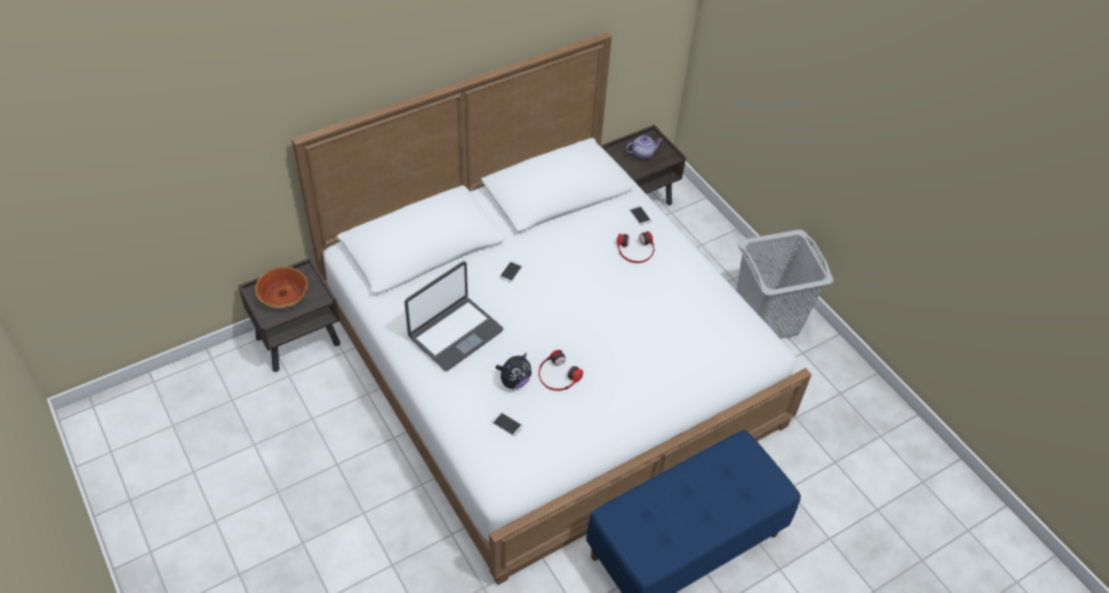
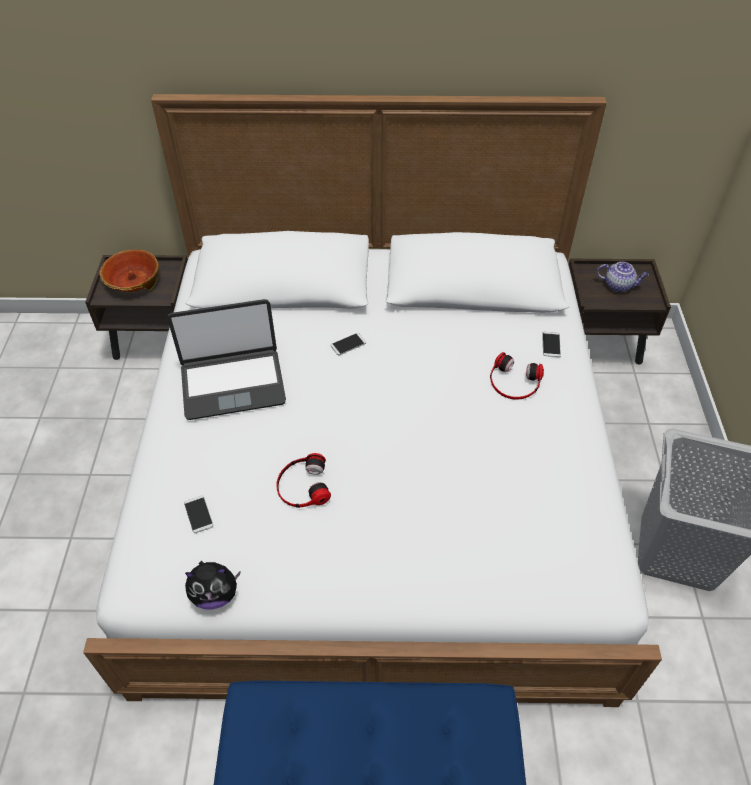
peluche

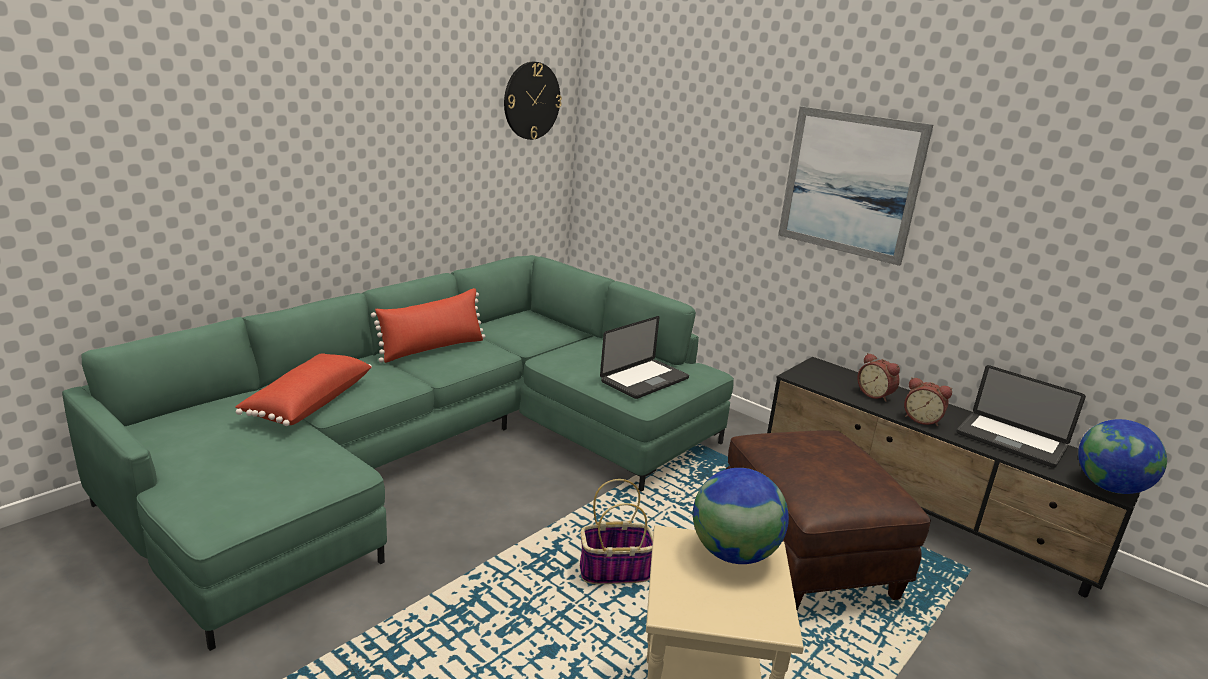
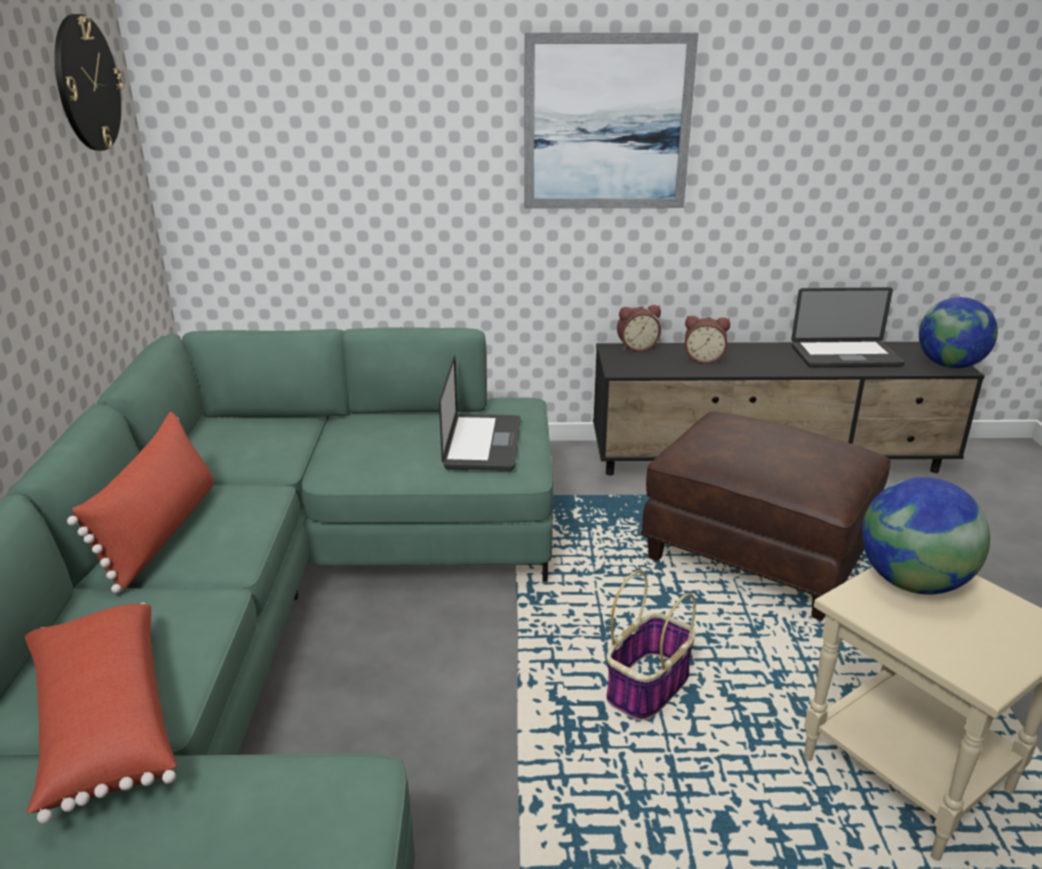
réveil (1st from left)

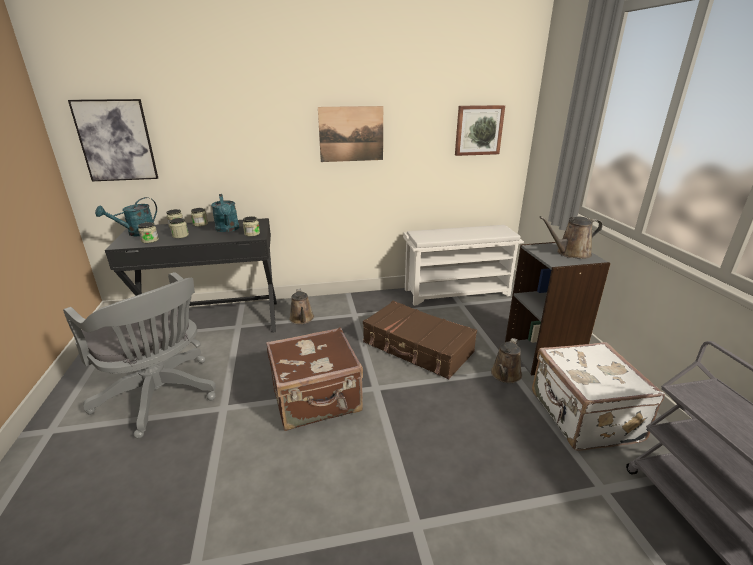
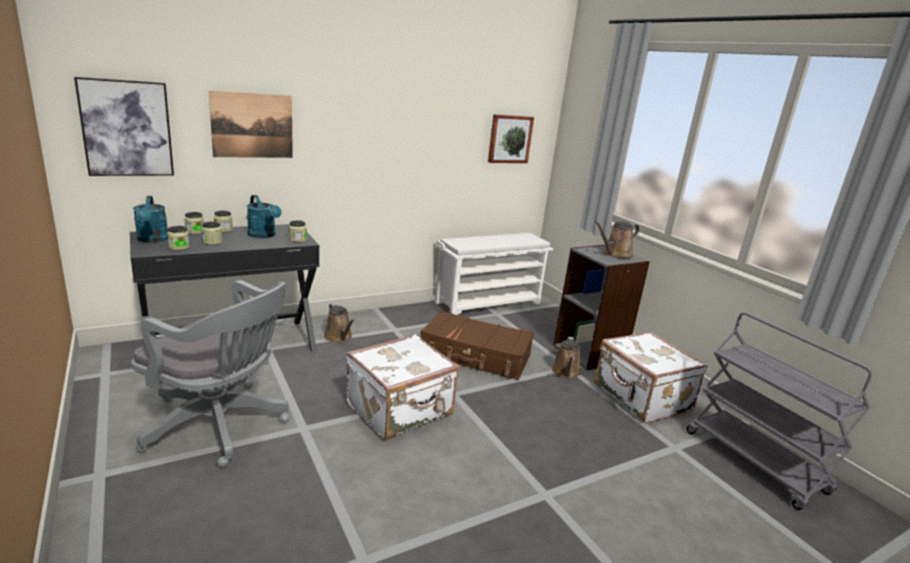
arrosoir/turquoise (1st from left)
valise/blanc (1st from left)
tableau (2nd from left)

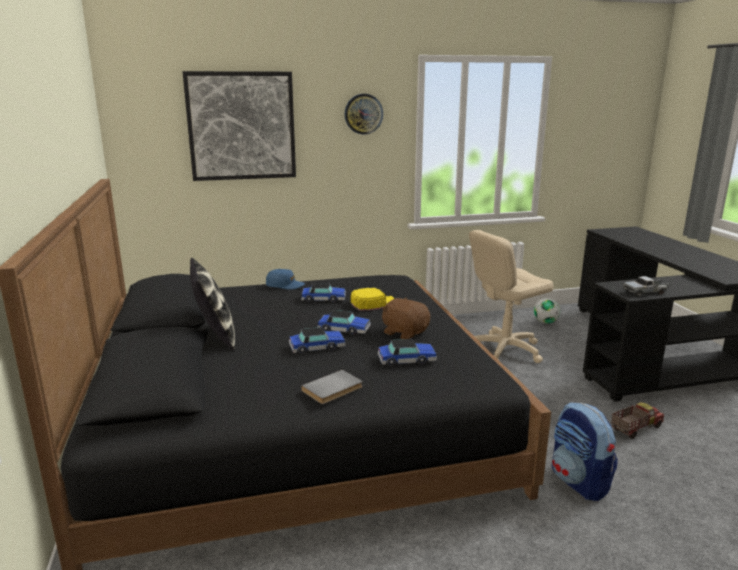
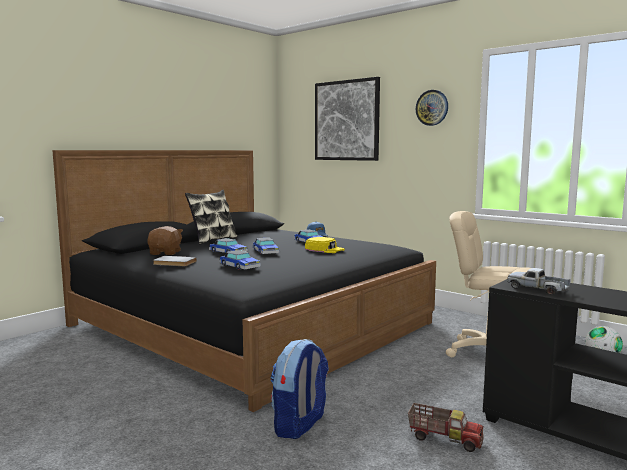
peluche/marron

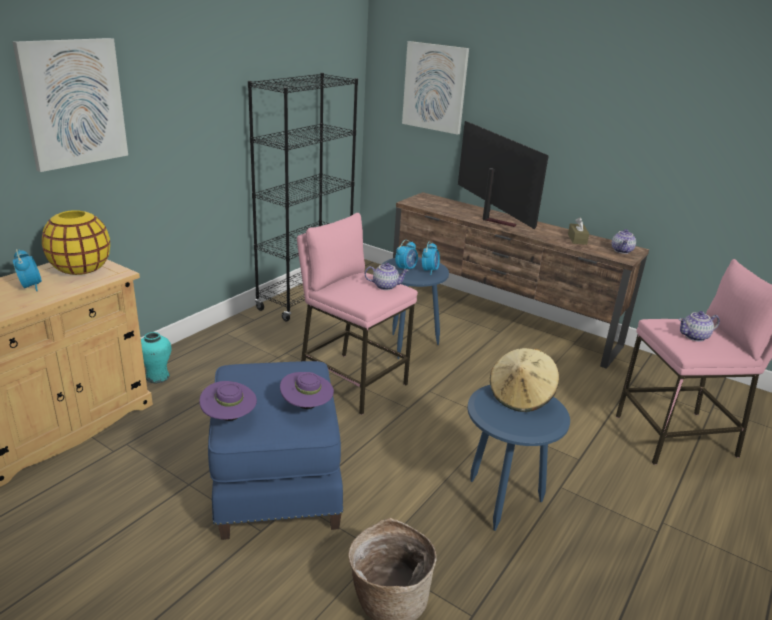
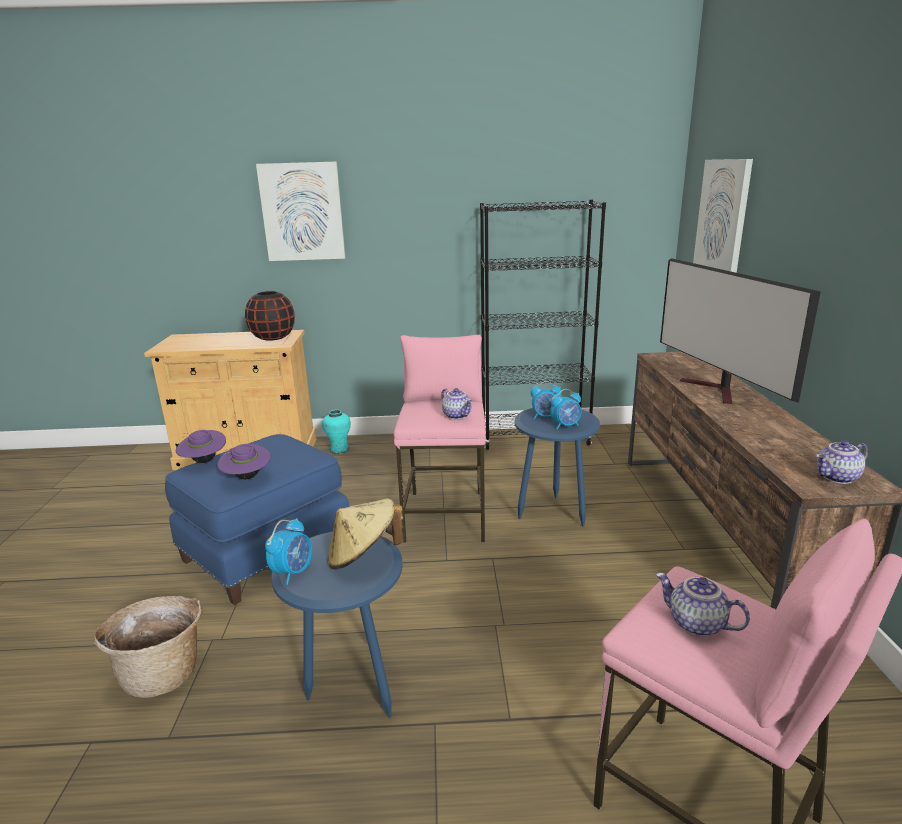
réveil (1st from left)
vase/noir
téléviseur
boîte à mouchoirs/marron

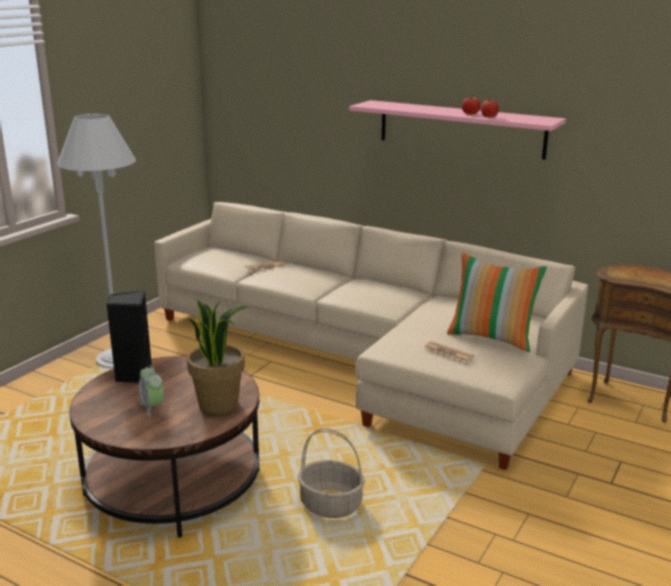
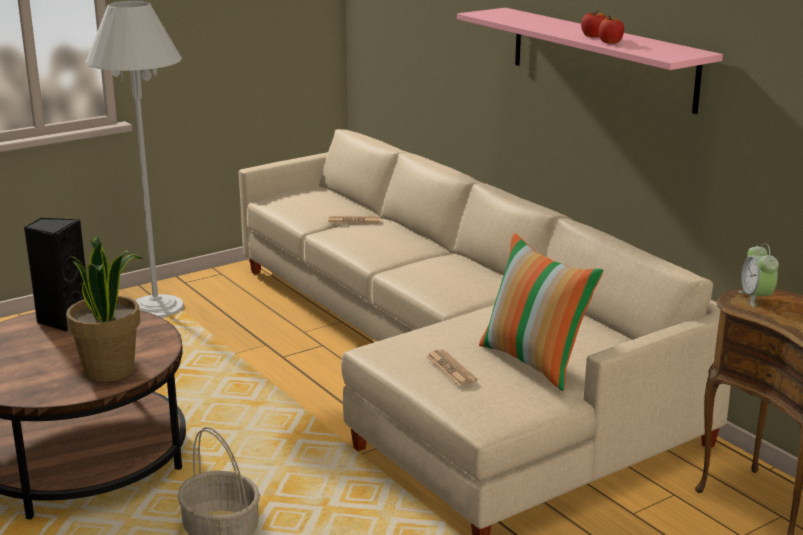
réveil

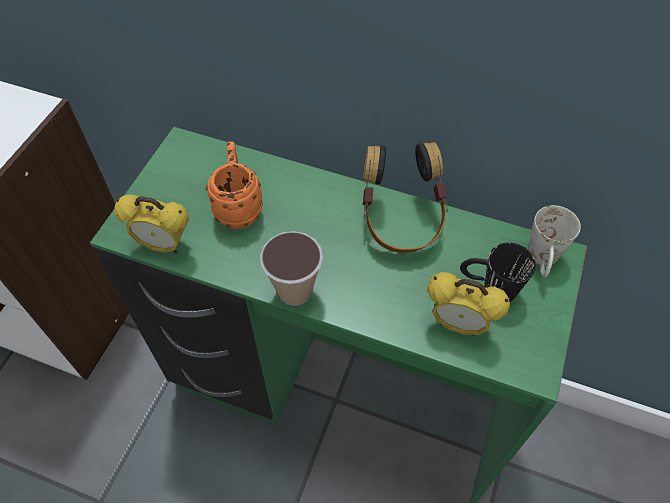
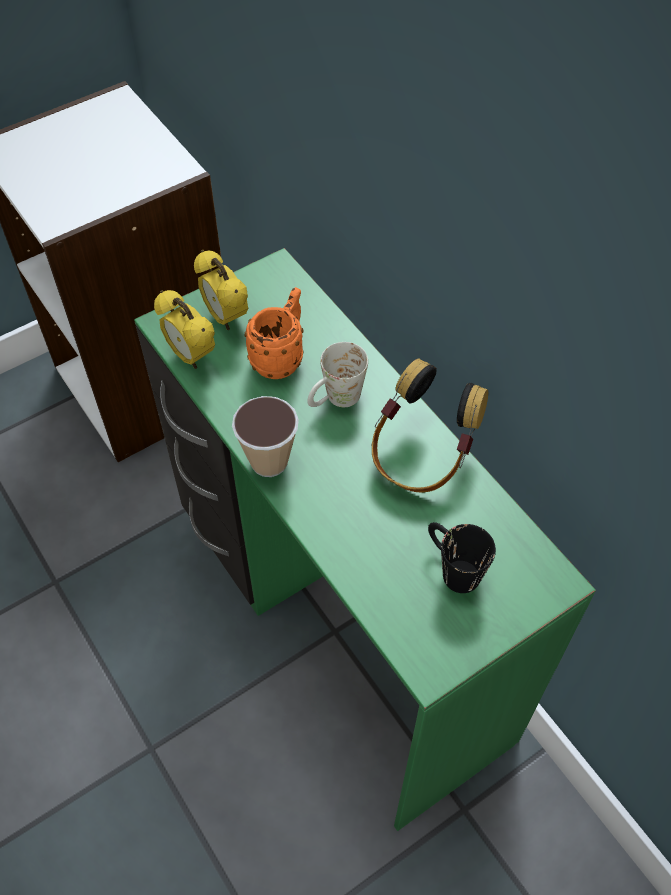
réveil (2nd from left)
mug/blanc

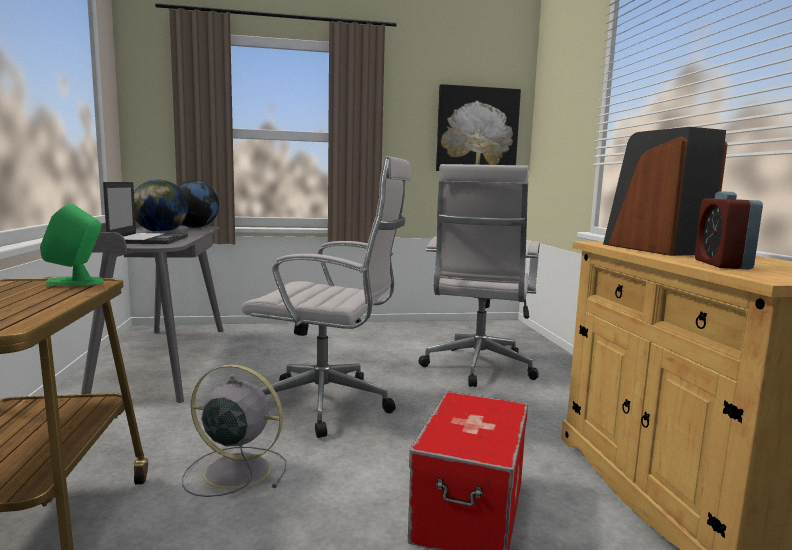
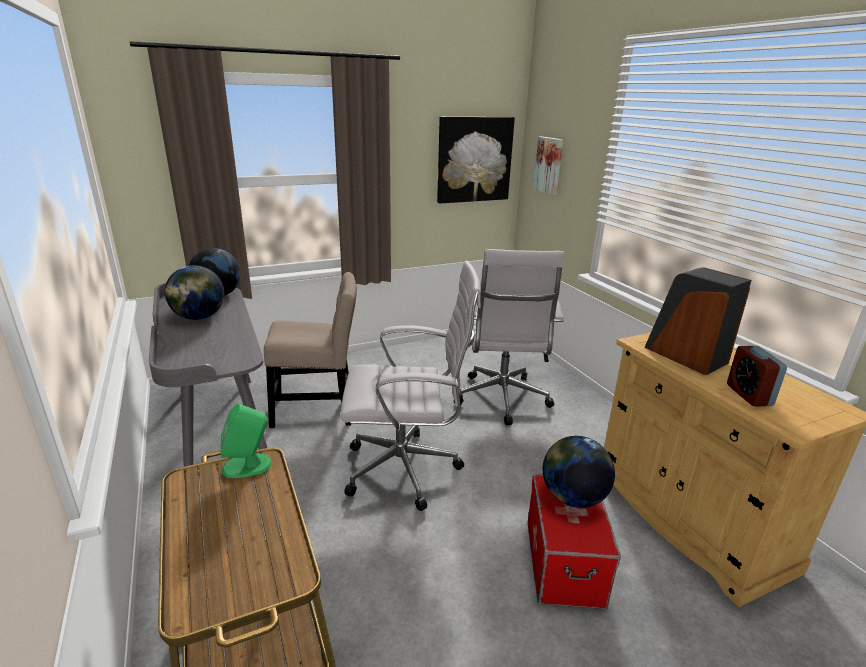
ordinateur portable
ventilateur/gris
chaise/beige
tableau (2nd from left)
globe (3rd from left)

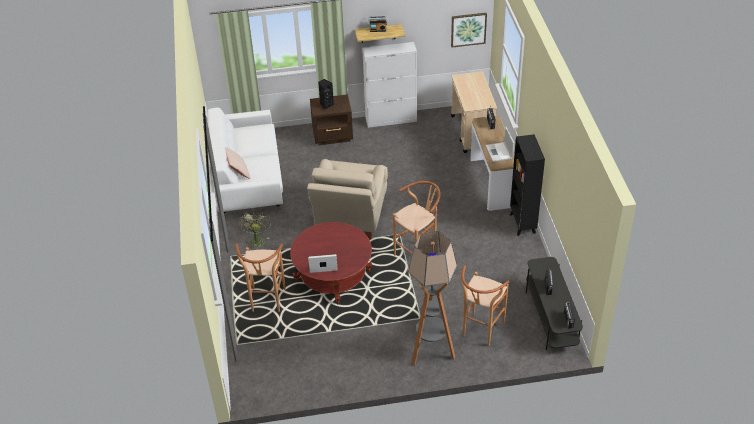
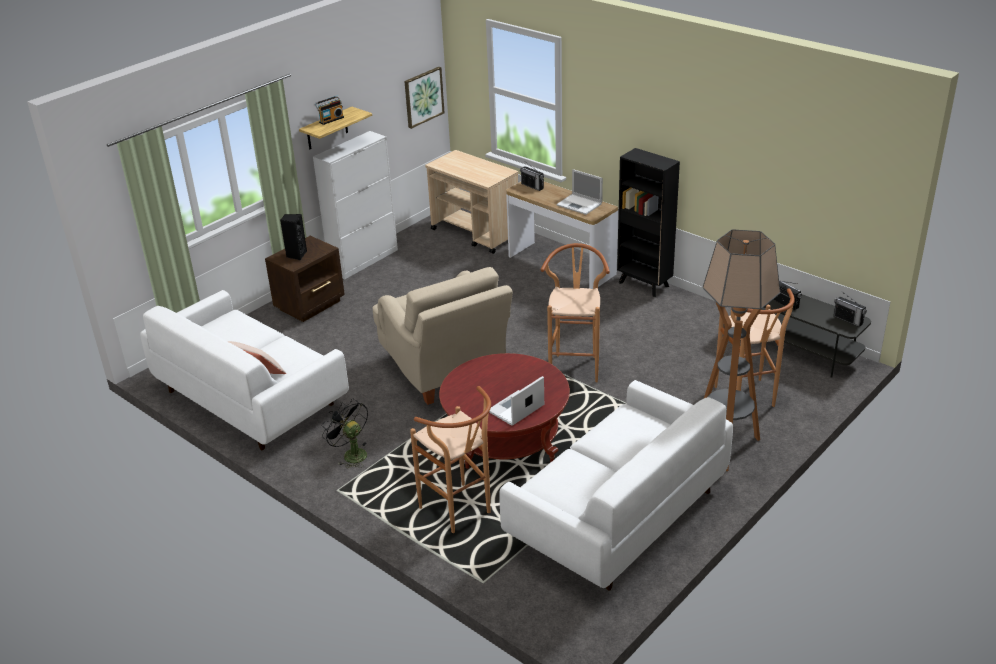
ventilateur/noir
canapé/blanc (2nd from left)

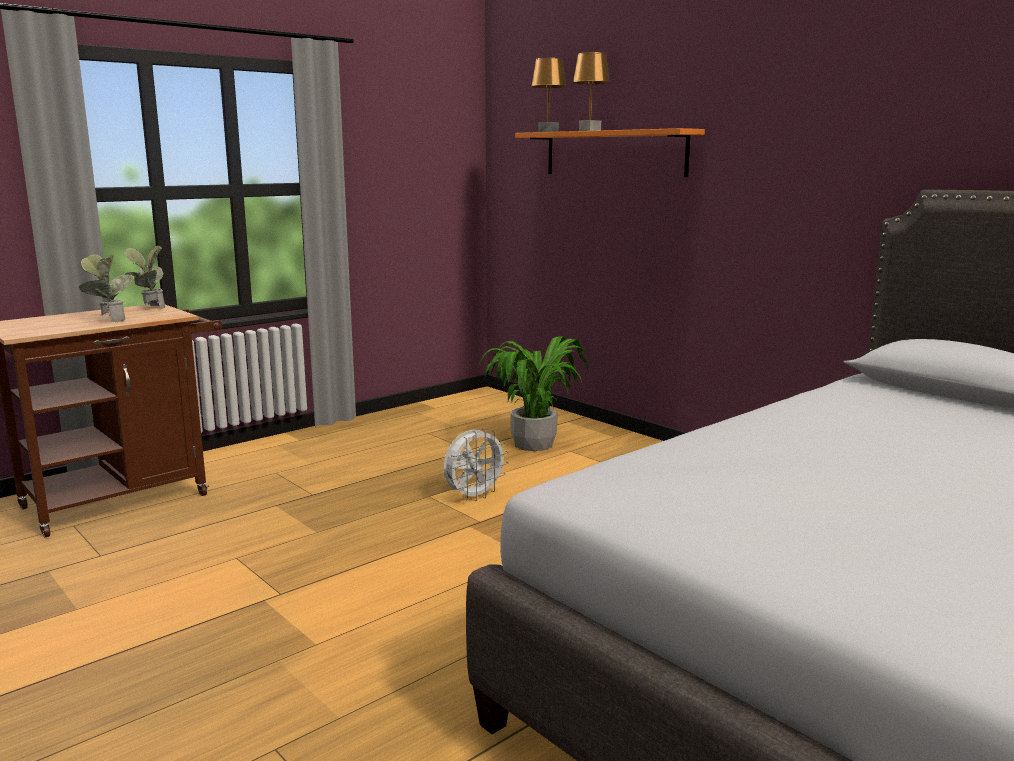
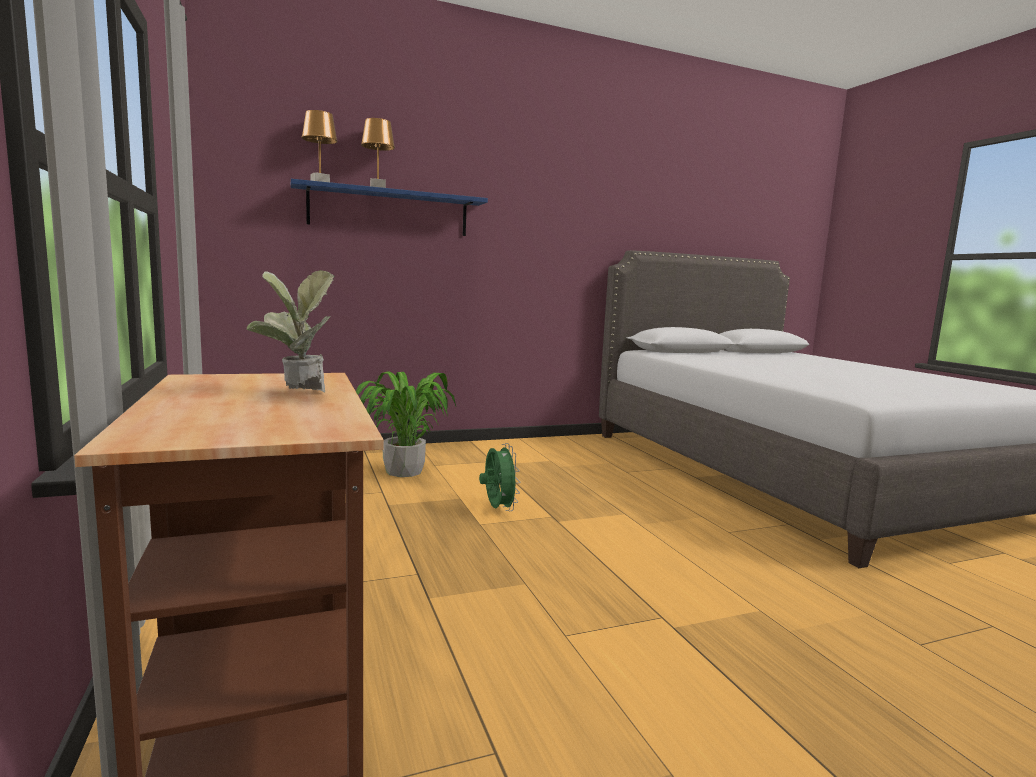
plante en pot (2nd from left in the first image)
ventilateur/vert
étagère/bleu

